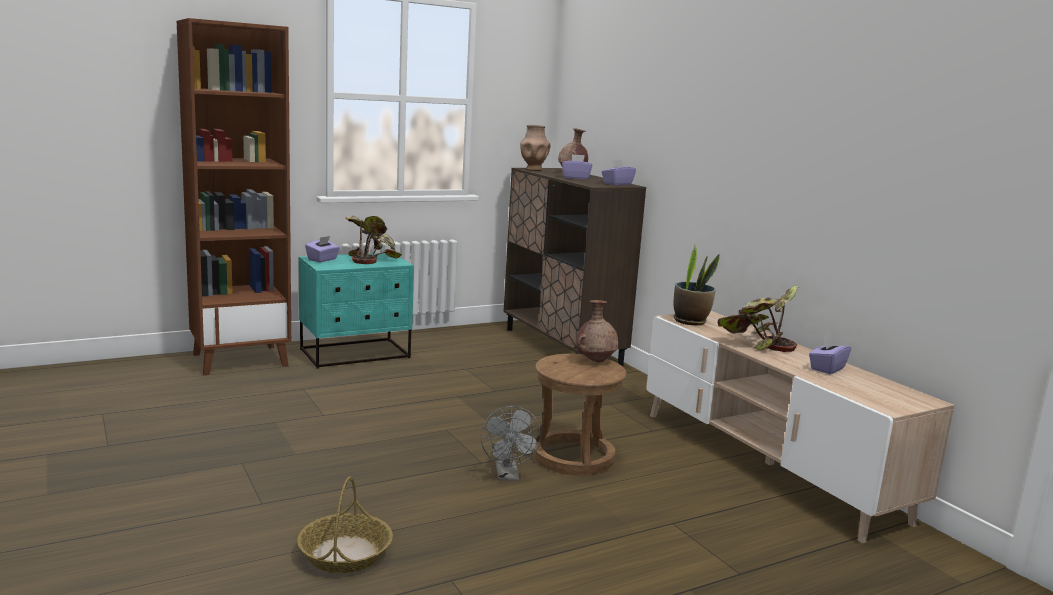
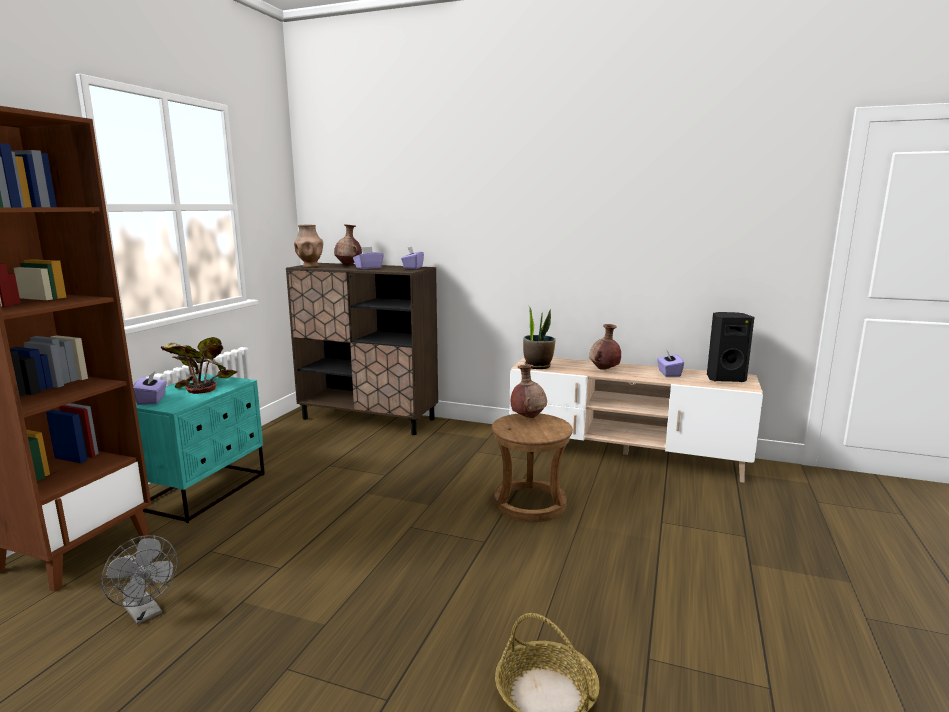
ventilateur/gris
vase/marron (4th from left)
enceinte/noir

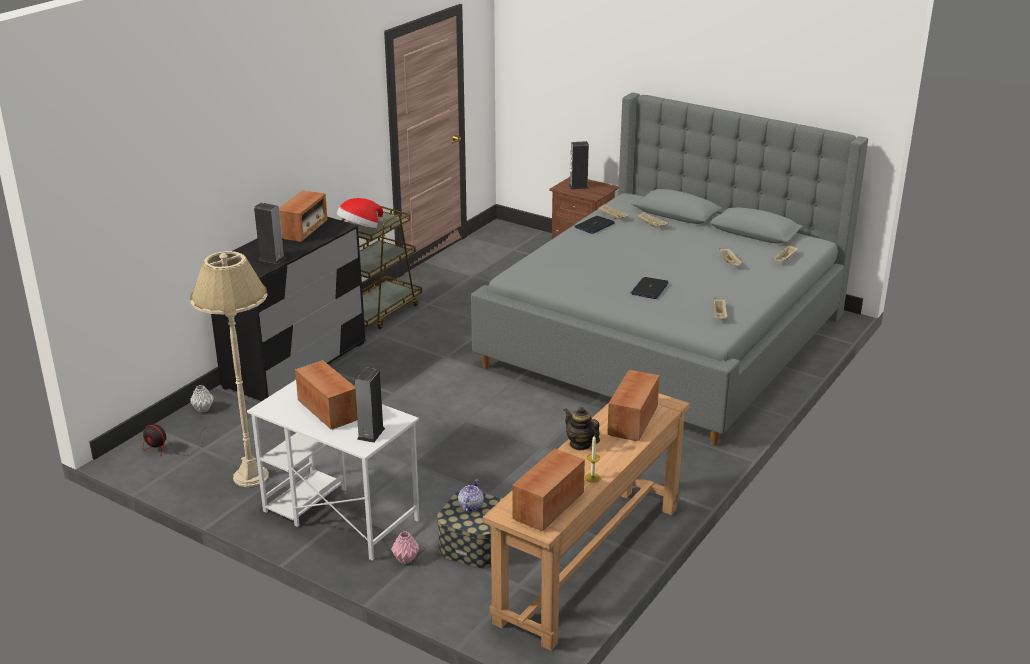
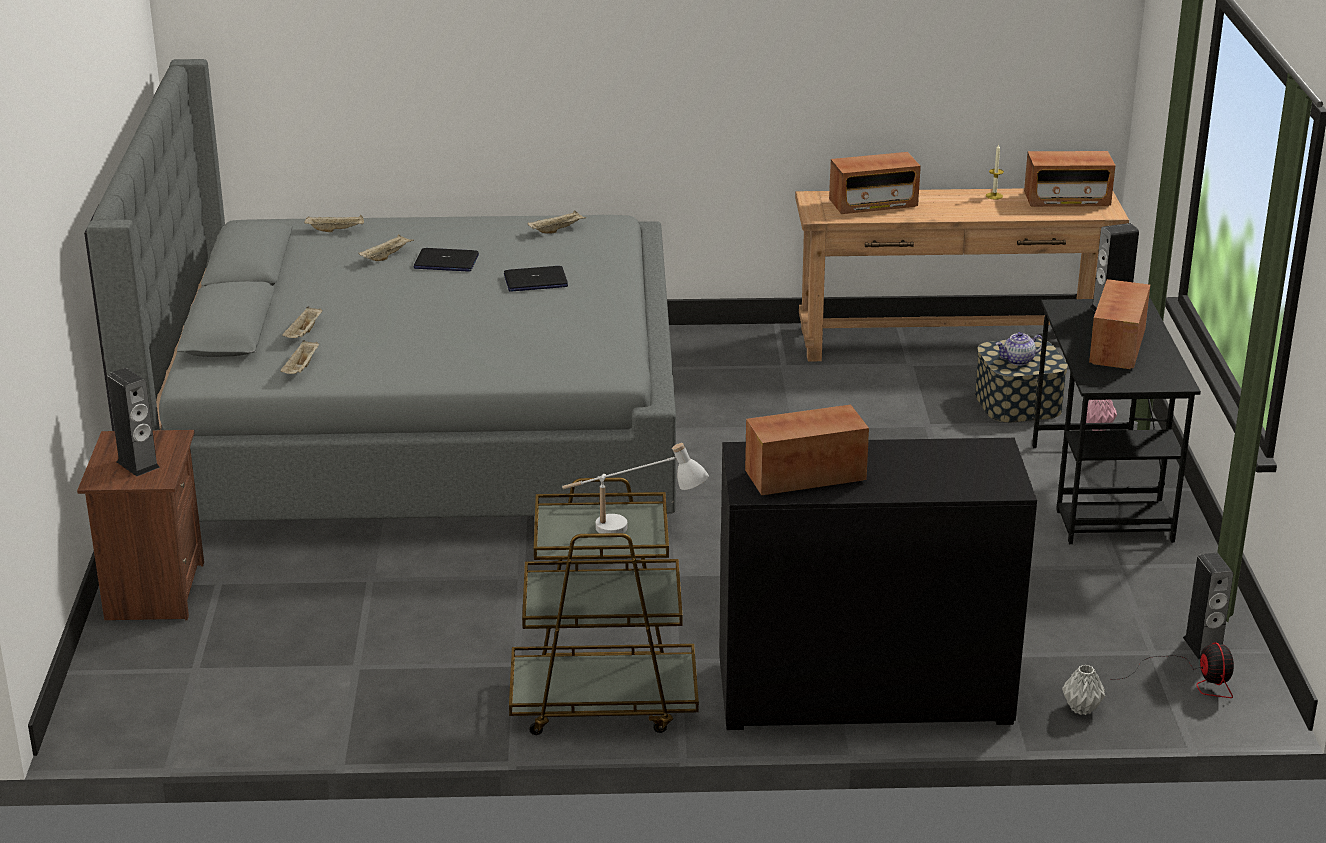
lampadaire/beige
bureau/noir
enceinte (3rd from left)
lampe de table/blanc
théière (2nd from left in the first image)
ordinateur portable (1st from left)

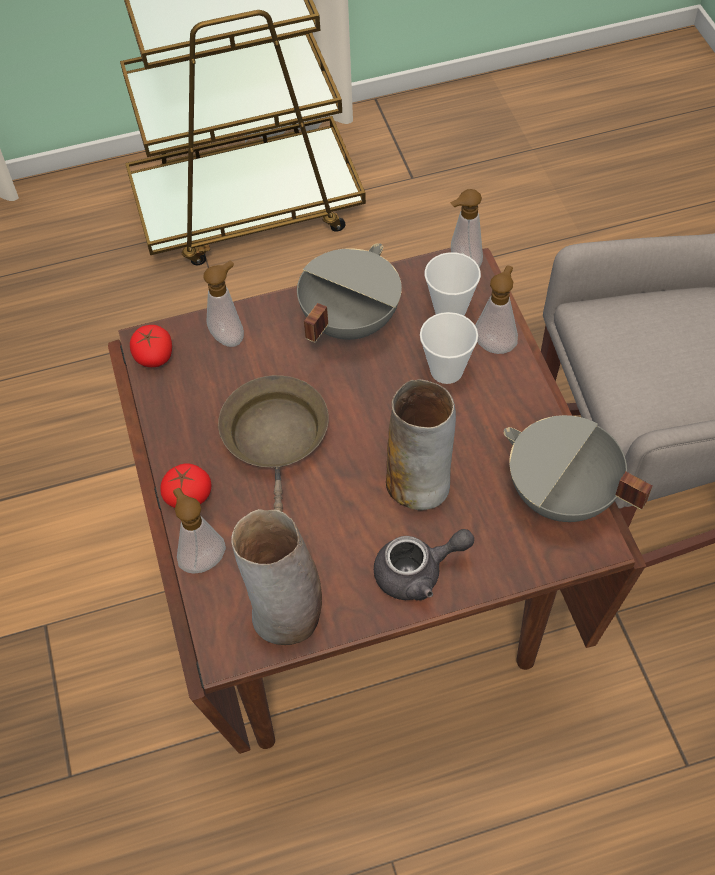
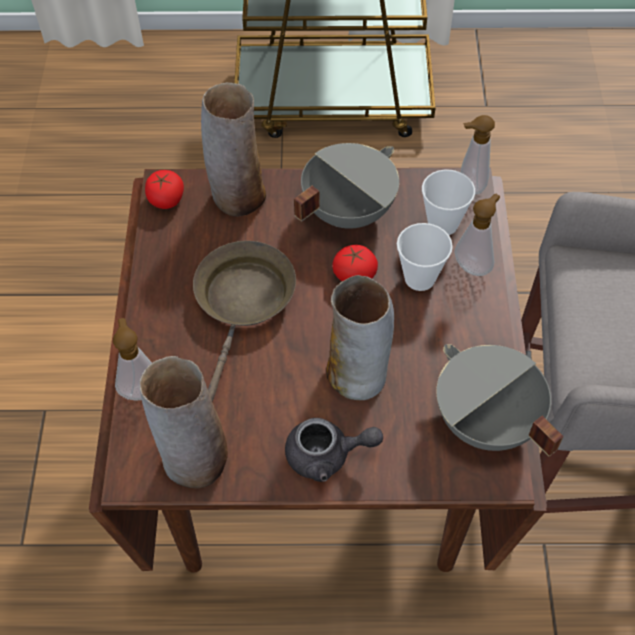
tomate (2nd from left)
vase (2nd from left)

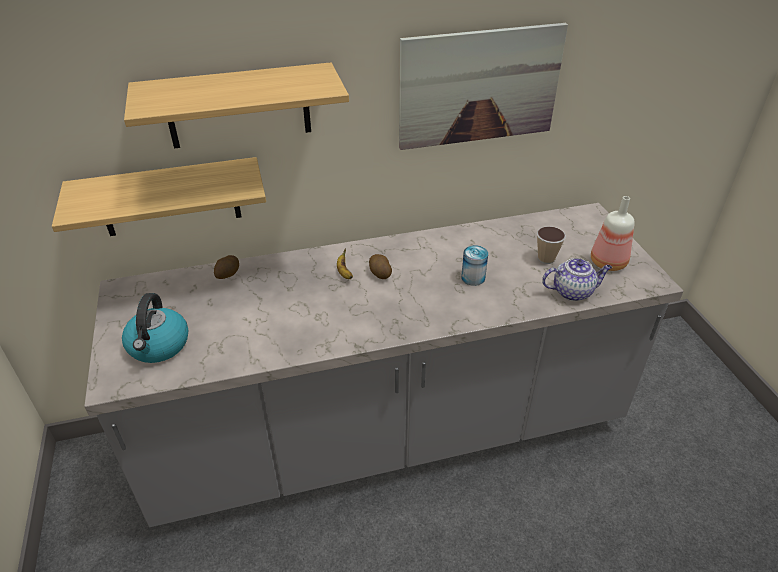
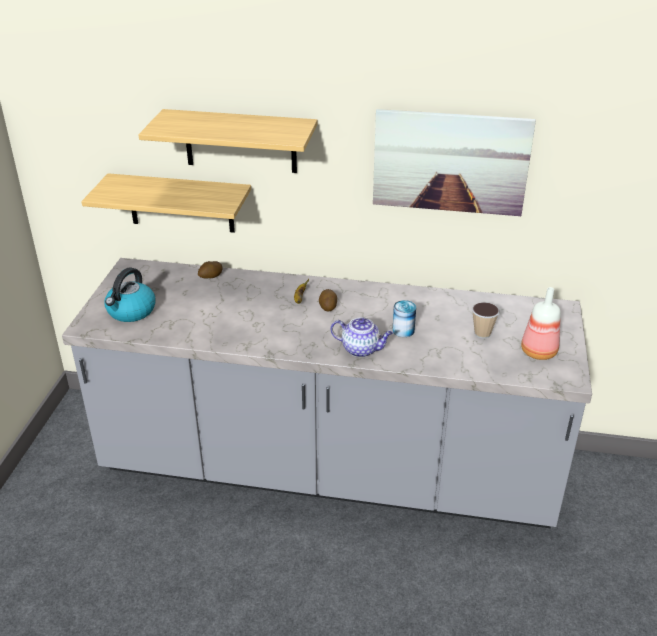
théière

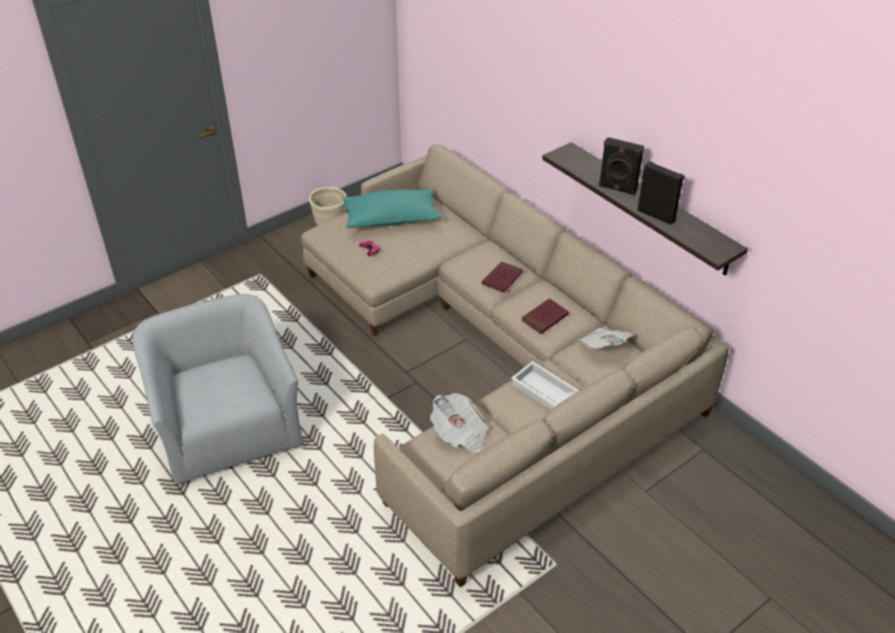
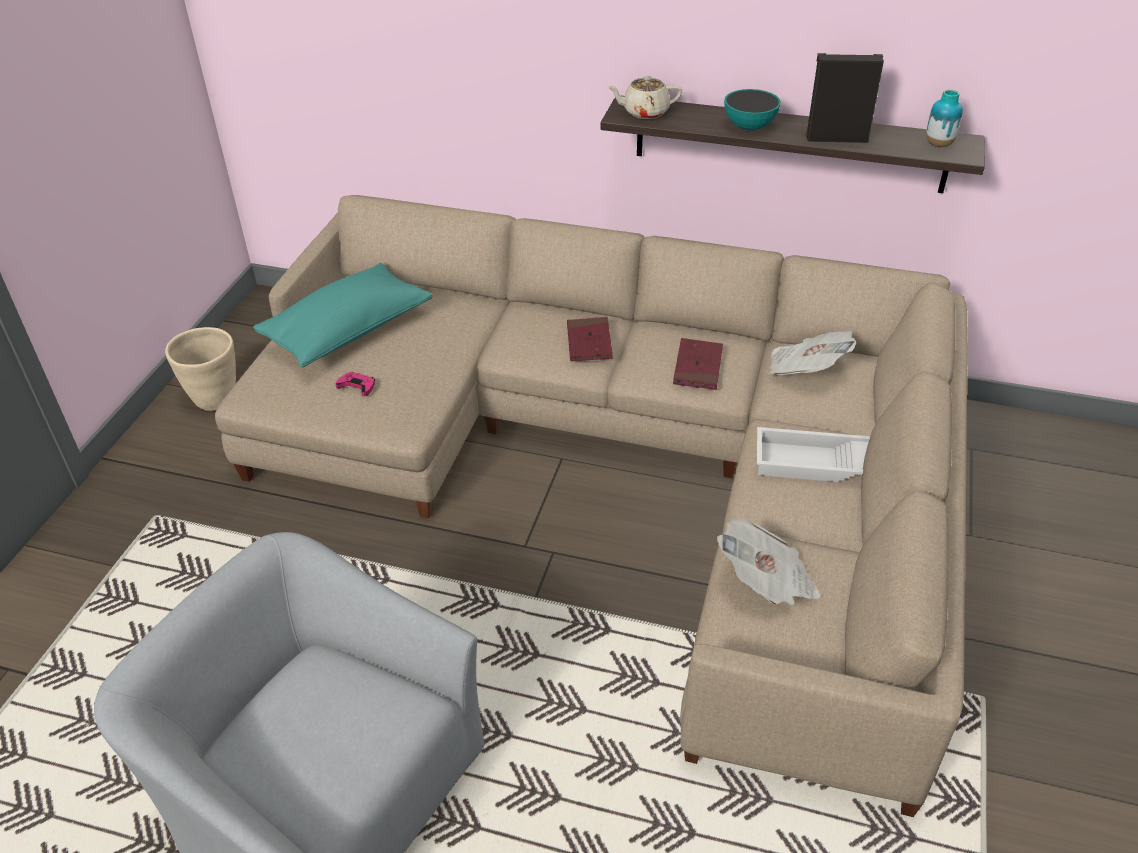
bol
théière/beige
vase

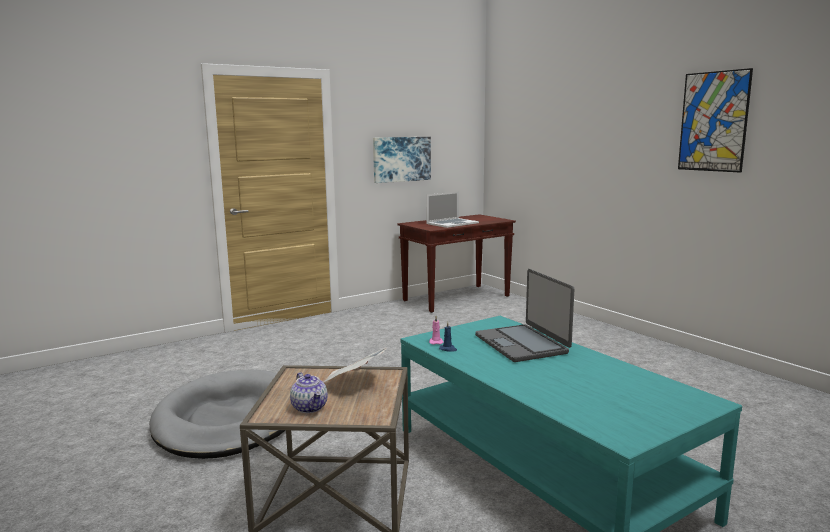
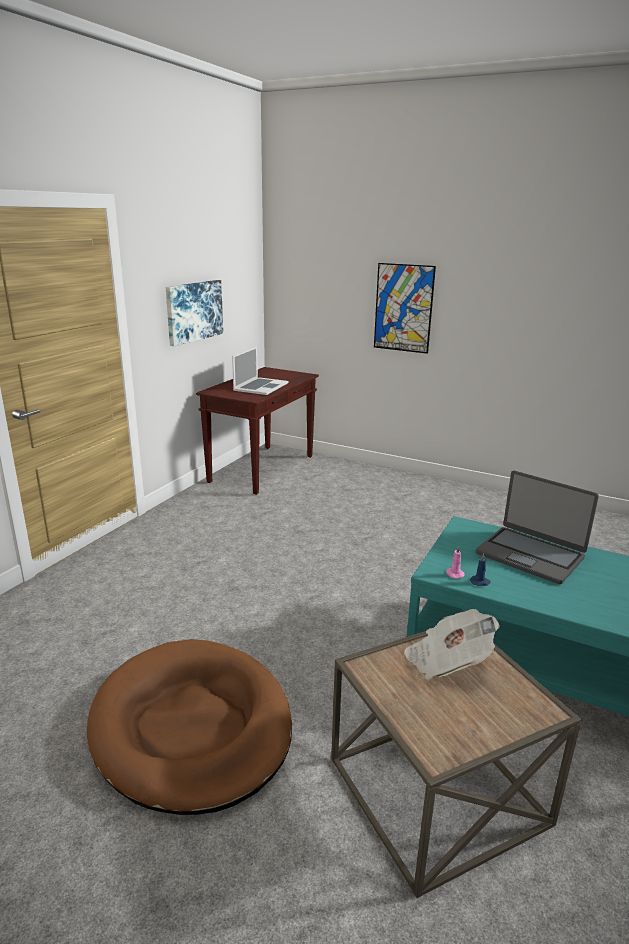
panier pour chien/marron
théière
tableau (2nd from left)

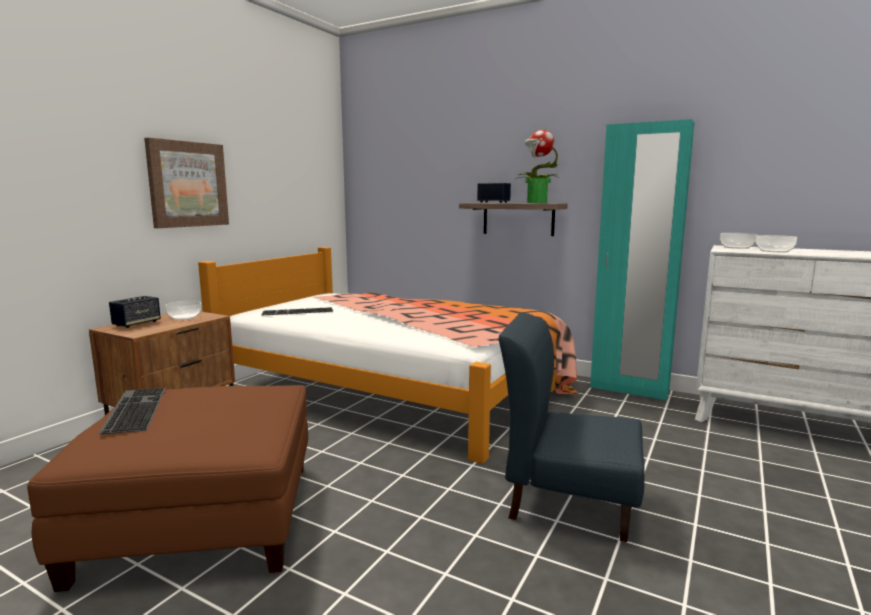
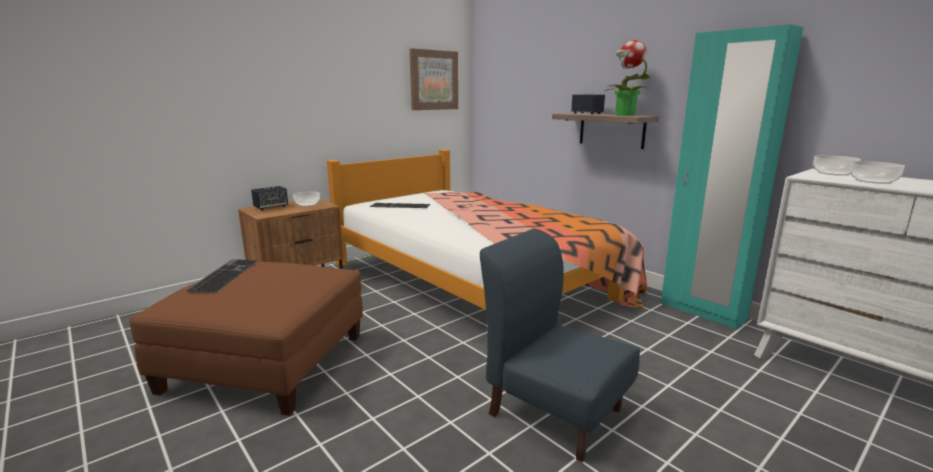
tableau

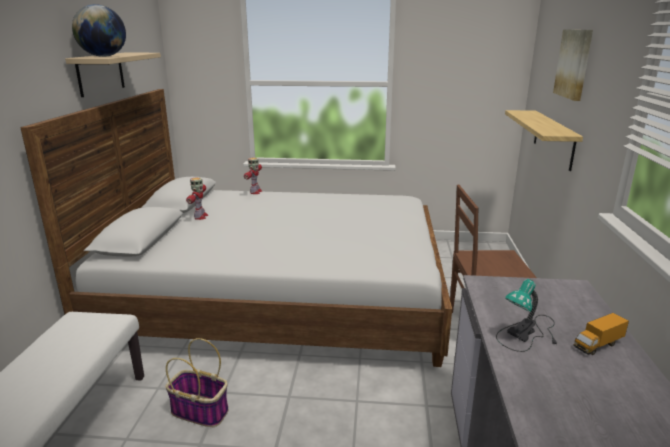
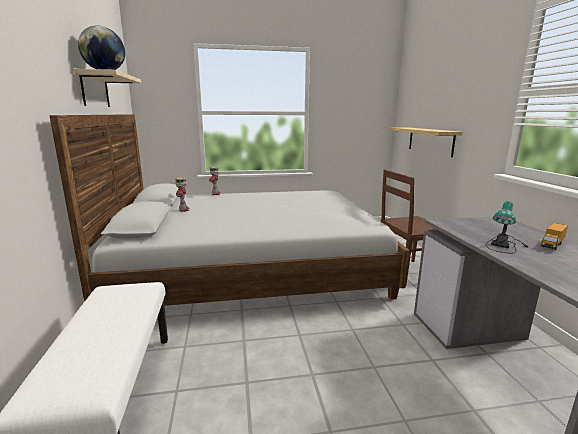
panier
tableau

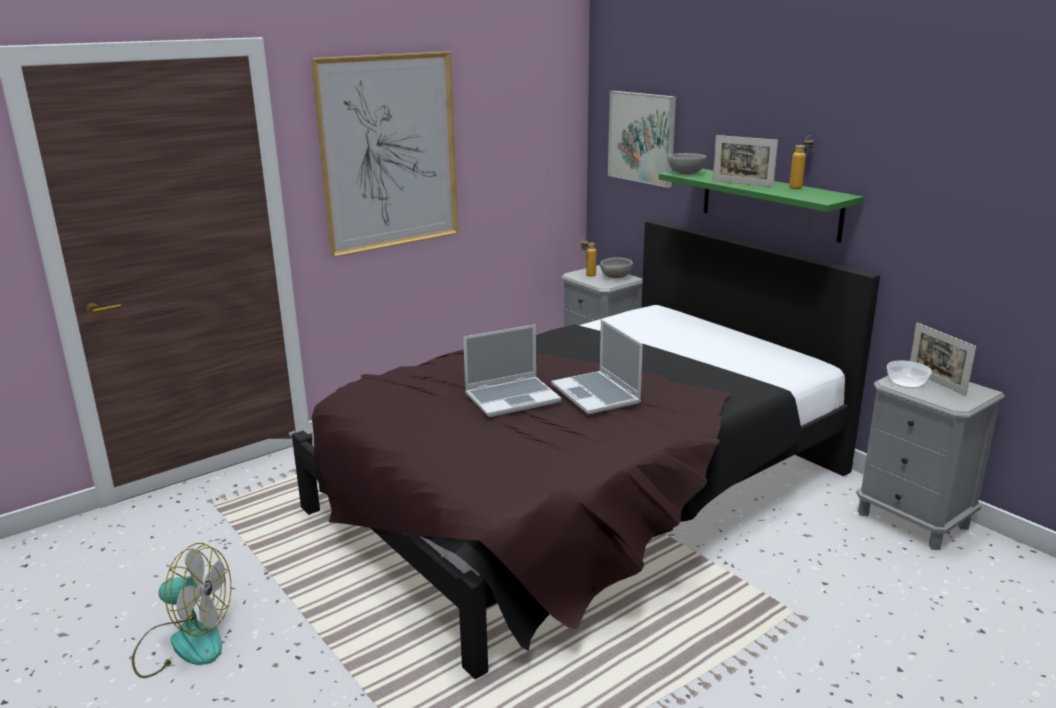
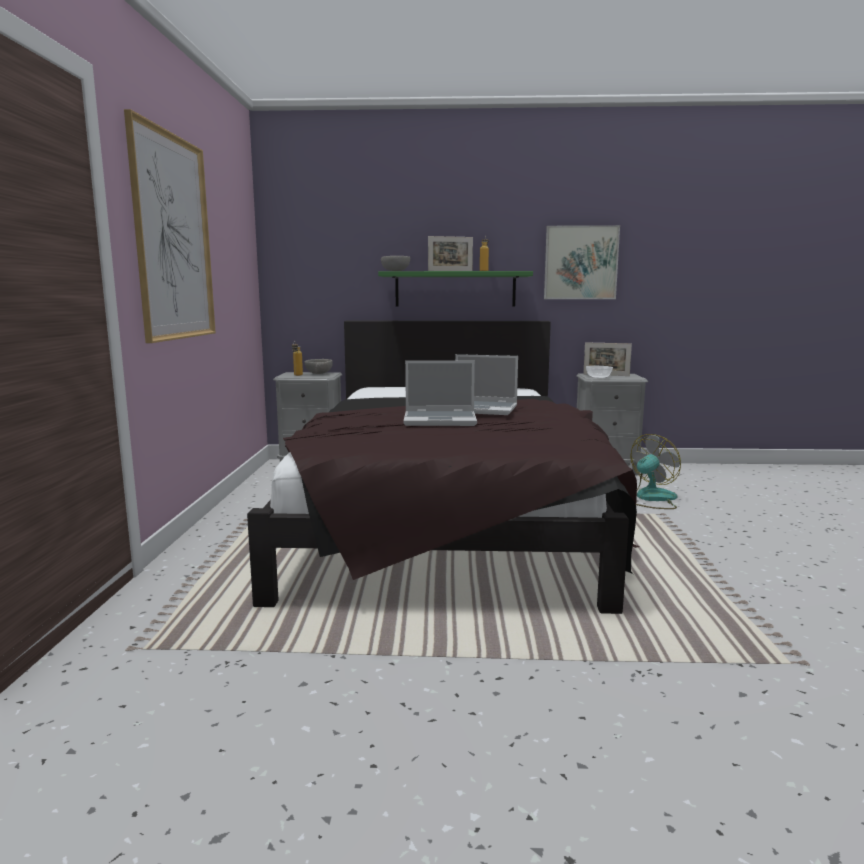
ventilateur
ordinateur portable (1st from left)
tableau (2nd from left)

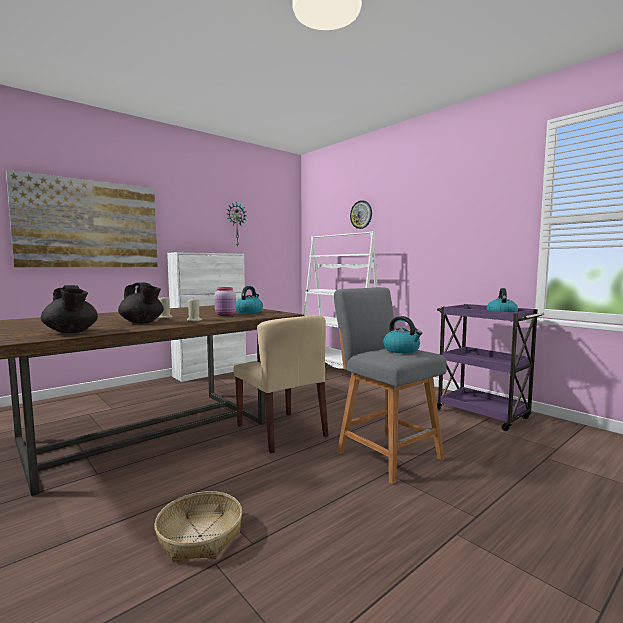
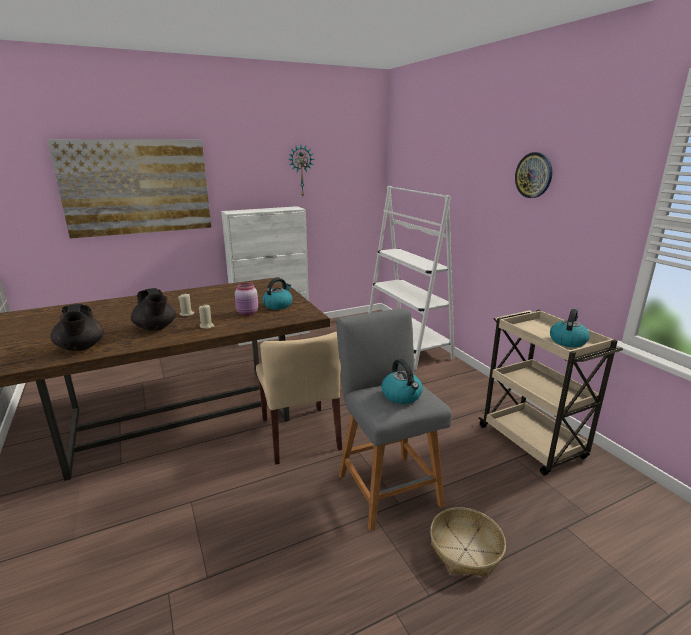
panier
horloge murale (2nd from left)
chariot/beige

